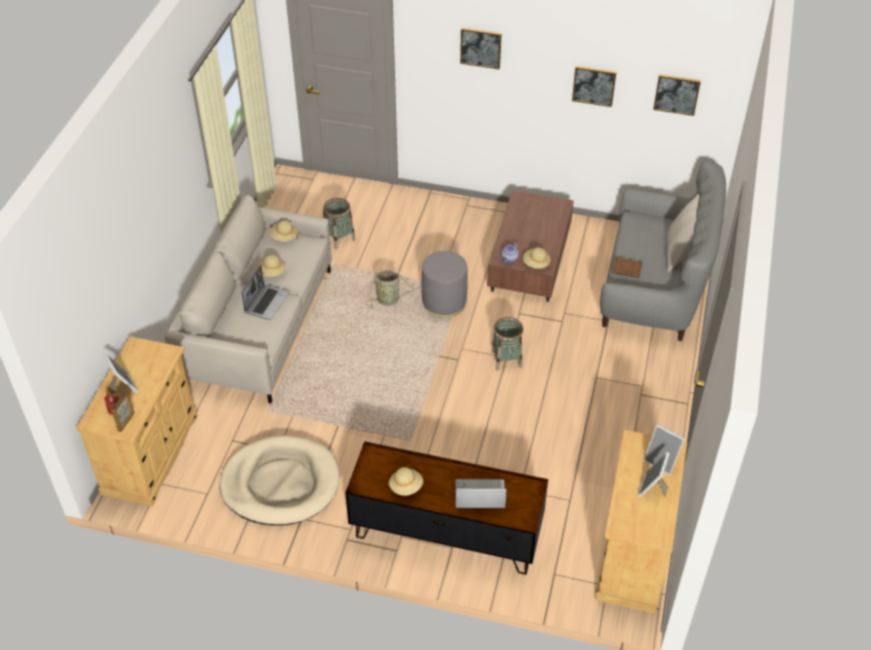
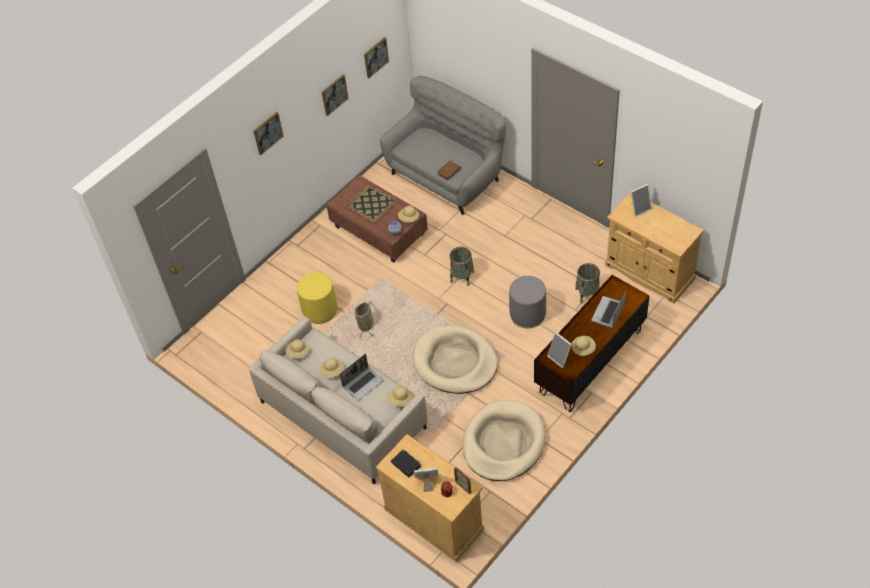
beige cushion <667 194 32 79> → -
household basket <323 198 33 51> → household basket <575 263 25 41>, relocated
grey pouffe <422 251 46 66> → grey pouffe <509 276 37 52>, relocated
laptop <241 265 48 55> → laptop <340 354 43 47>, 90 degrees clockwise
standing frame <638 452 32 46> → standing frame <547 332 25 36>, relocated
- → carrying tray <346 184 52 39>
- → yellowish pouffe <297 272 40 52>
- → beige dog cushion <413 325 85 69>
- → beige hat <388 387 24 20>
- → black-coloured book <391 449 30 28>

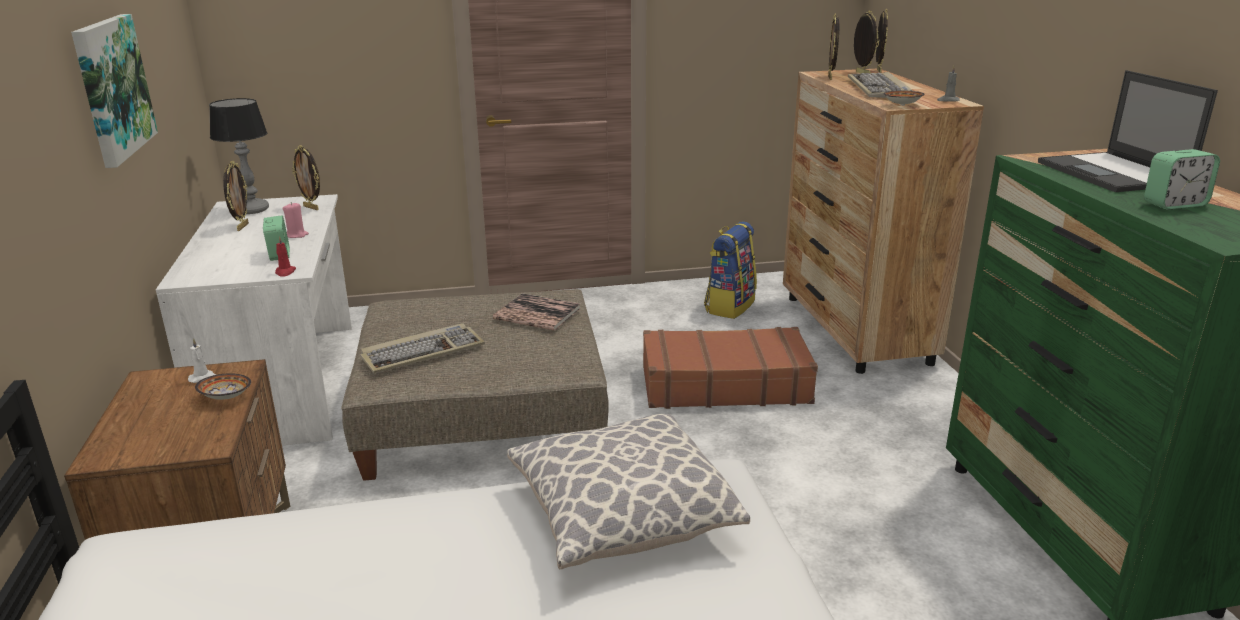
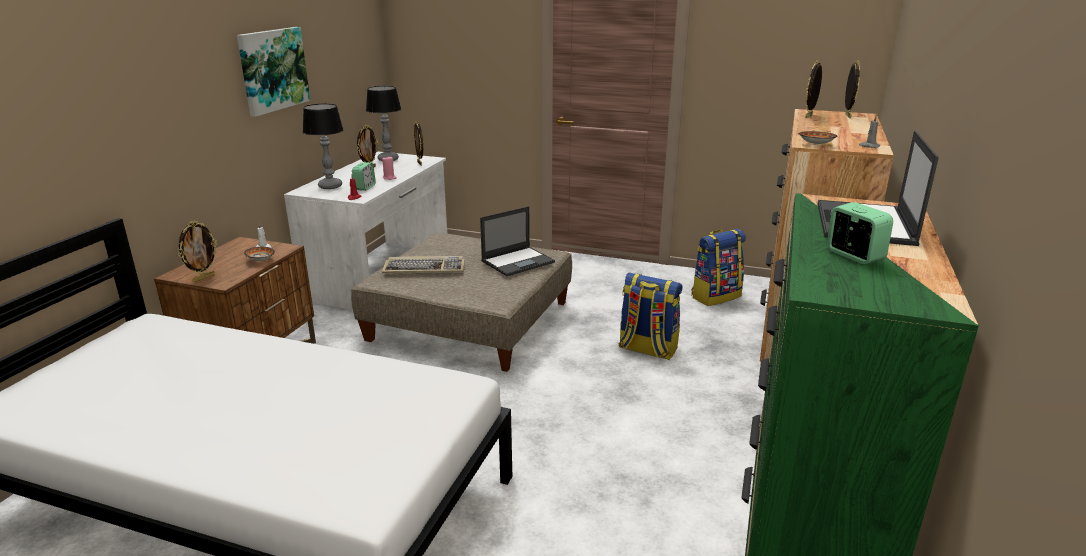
standing frame <876 9 12 64> → standing frame <178 221 40 61>, relocated
keyboard <848 72 65 26> → -
table clock <1144 149 76 60> → table clock <827 202 66 63>, 135 degrees counterclockwise
book <493 293 88 38> → laptop <480 206 75 70>
brownish suitcase <643 327 175 82> → rucksack <619 273 64 87>
cushion <507 414 243 156> → -
- → tabletop lamp <303 103 41 86>

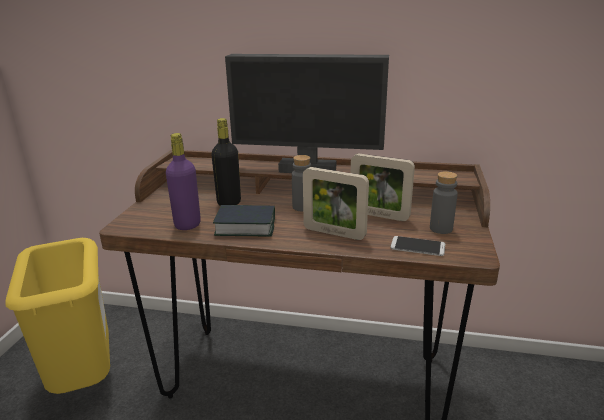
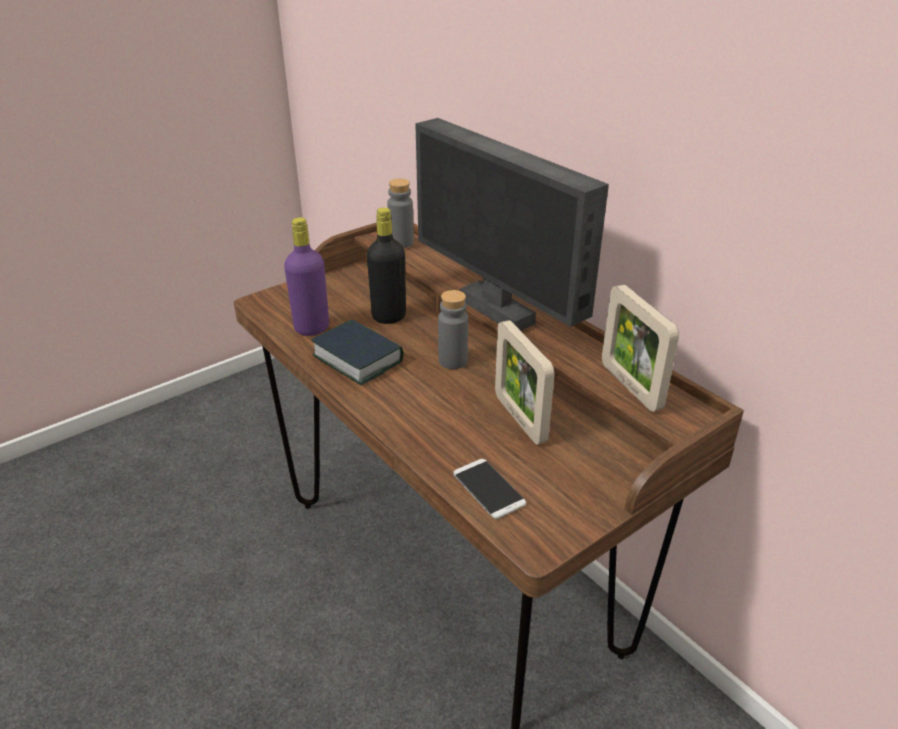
standing frame <303 167 66 73> → standing frame <602 285 77 127>, relocated
grey drink bottle <430 171 28 63> → grey drink bottle <387 179 27 69>, relocated
yellowish trash can <5 238 105 156> → -

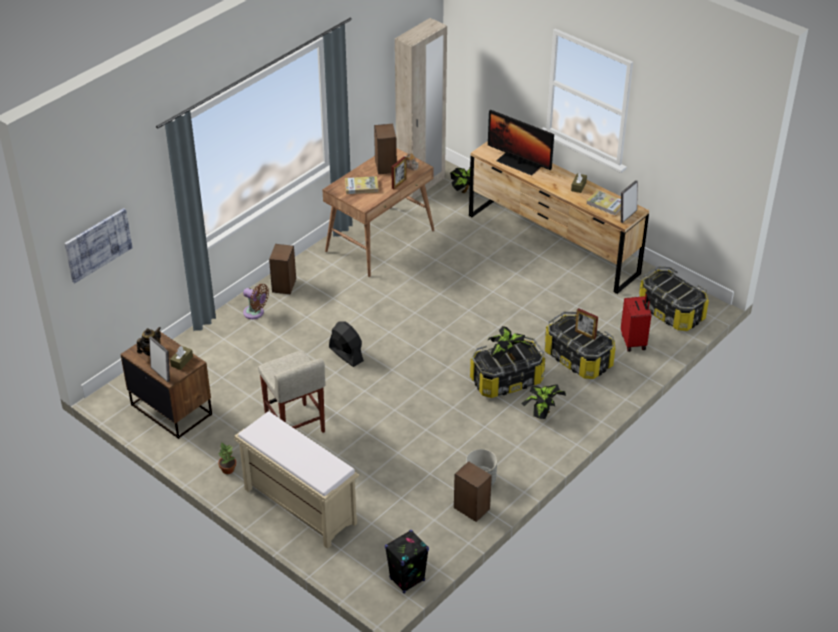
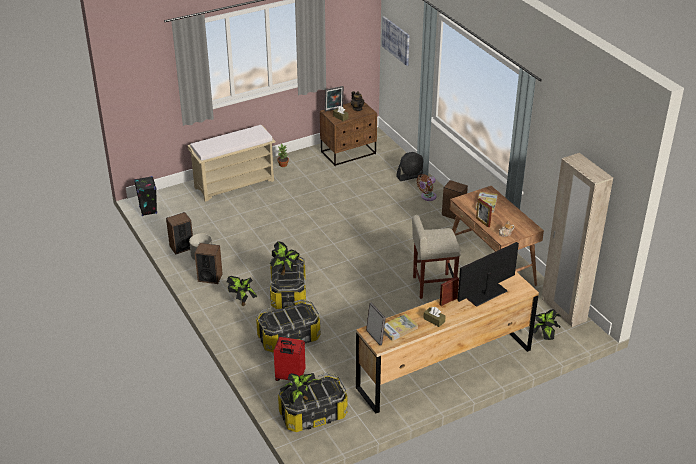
loudspeaker <374 124 23 50> → loudspeaker <195 243 28 41>, relocated
standing frame <575 308 23 32> → standing frame <439 277 20 29>, relocated
black-coloured fan <329 321 35 46> → black-coloured fan <396 152 27 29>, relocated
beige stool <258 351 67 82> → beige stool <412 215 49 84>, relocated
- → houseplant <279 373 43 32>

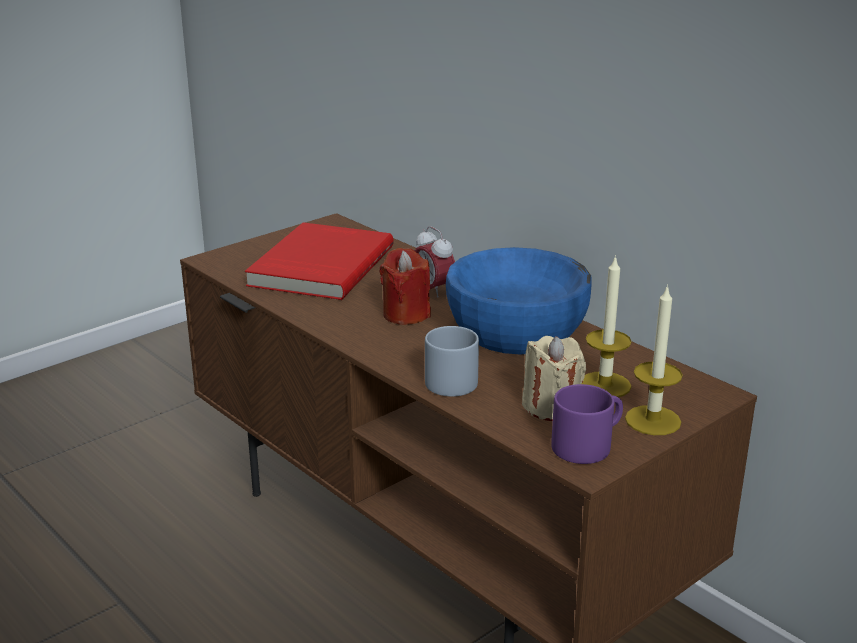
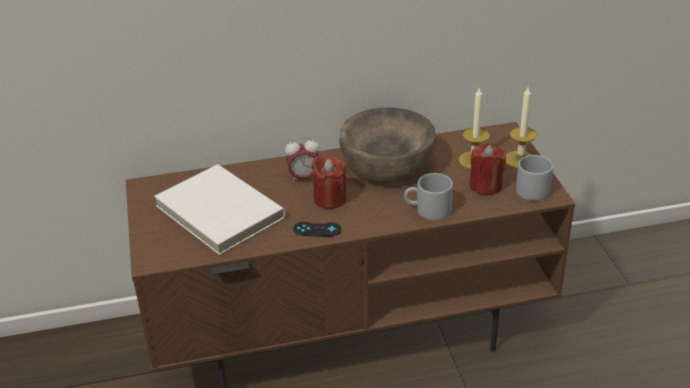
red book <245 222 149 78> → white-coloured book <154 164 131 91>
bluish bowl <446 247 146 107> → brownish bowl <339 108 97 78>
beige wax candle <522 336 64 85> → red wax candle <469 142 37 53>
purplish tea mug <551 384 72 80> → grey tea mug <516 155 37 46>
- → black-coloured joypad <293 222 48 15>

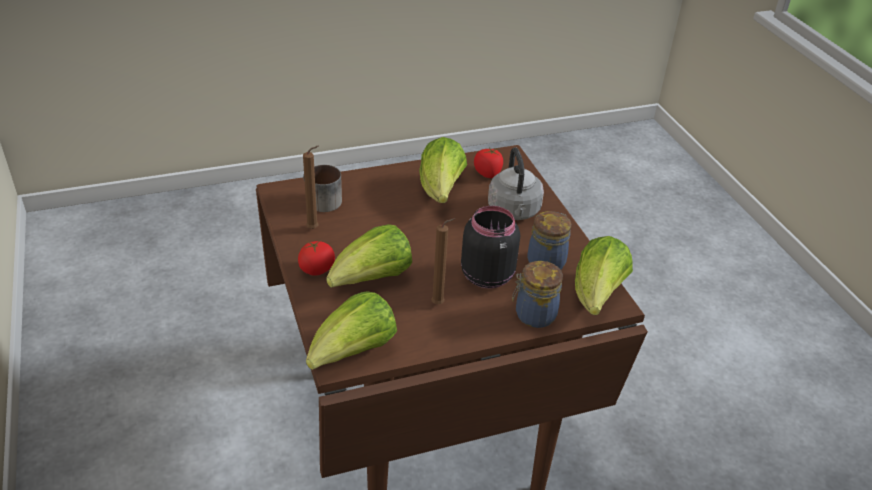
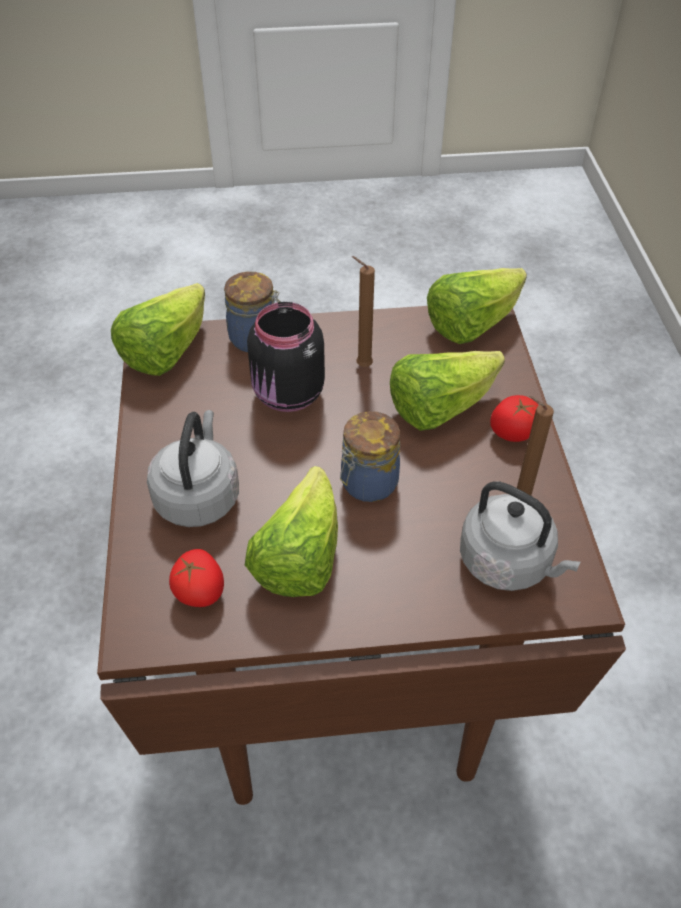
tea mug <303 165 39 47> → grey kettle <460 481 120 110>
storage jar <527 211 44 59> → storage jar <340 411 60 91>, relocated

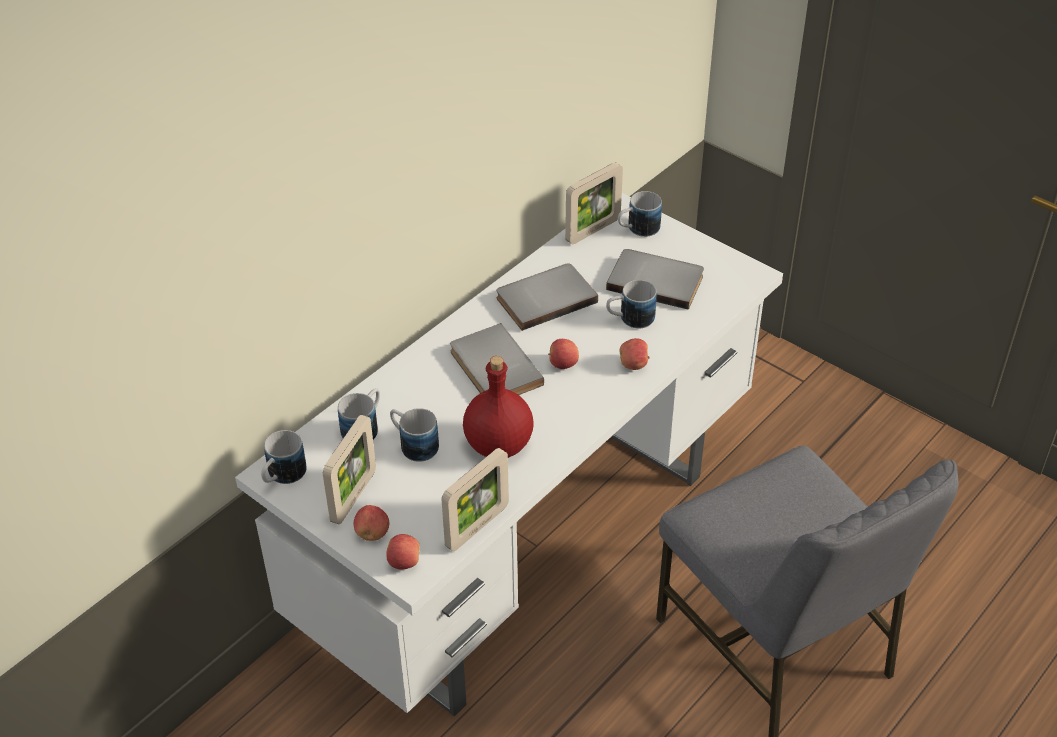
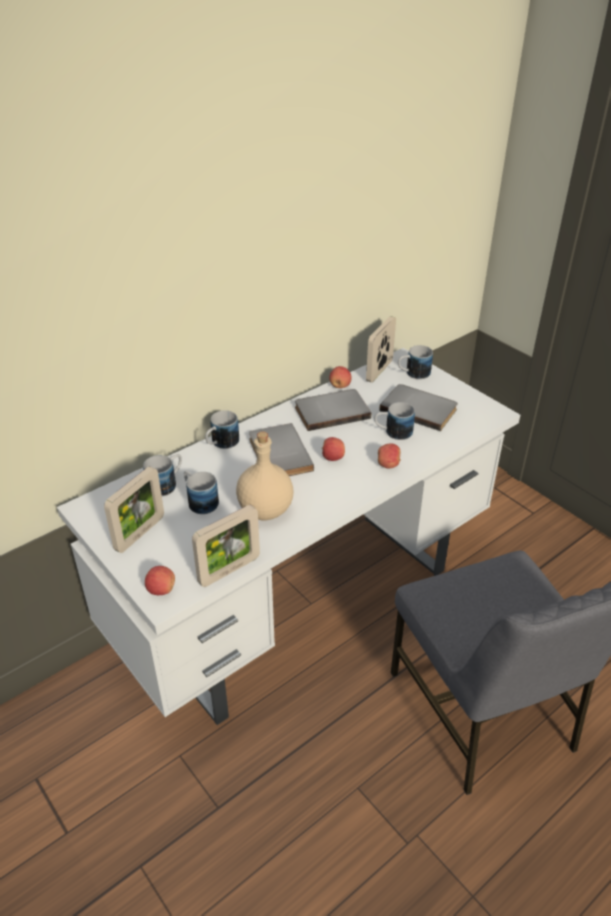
standing frame <565 162 58 82> → standing frame <366 316 30 67>, 150 degrees clockwise
red drink bottle <463 356 71 102> → beige drink bottle <236 431 58 89>
tea mug <261 430 46 54> → tea mug <205 410 34 39>, relocated
whole apple <354 505 35 36> → whole apple <329 366 23 22>, relocated

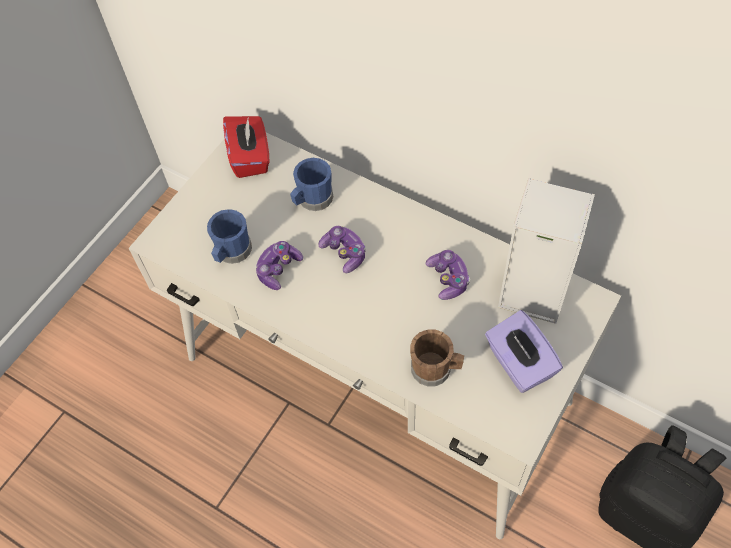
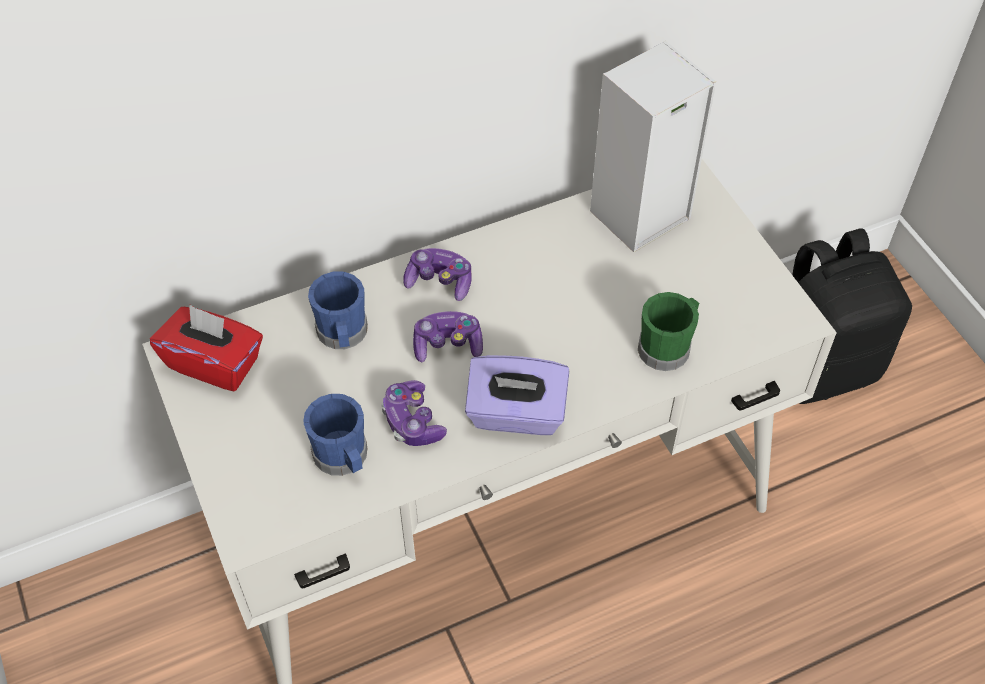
joypad <426 250 44 50> → joypad <403 248 69 53>, relocated
purplish tissue box <485 310 78 83> → purplish tissue box <465 355 104 80>, relocated
brownish tea mug <410 329 54 58> → green tea mug <638 292 61 79>

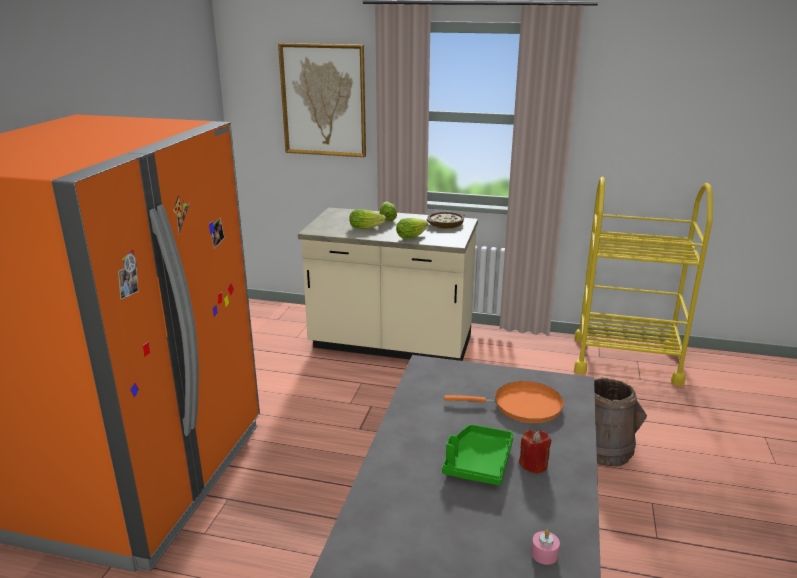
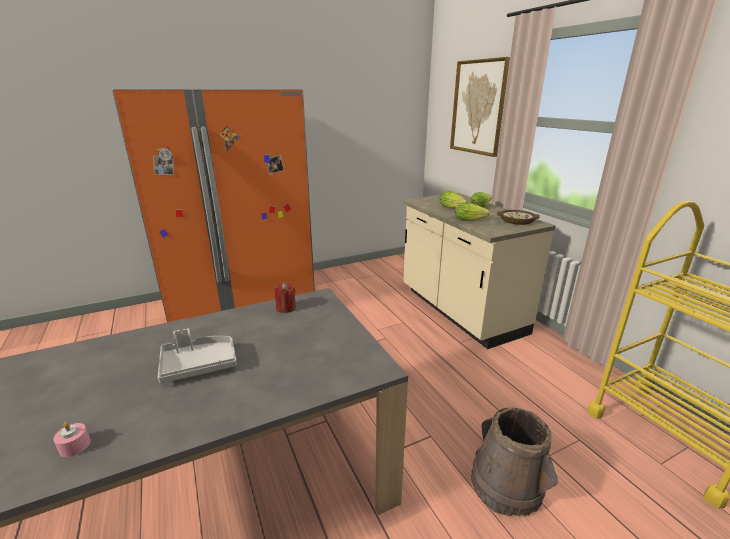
orange-coloured frying pan <444 381 120 42> → -
green carrying tray <442 424 72 61> → grey carrying tray <158 329 79 54>
red wax candle <519 430 32 44> → red wax candle <275 282 21 31>, relocated

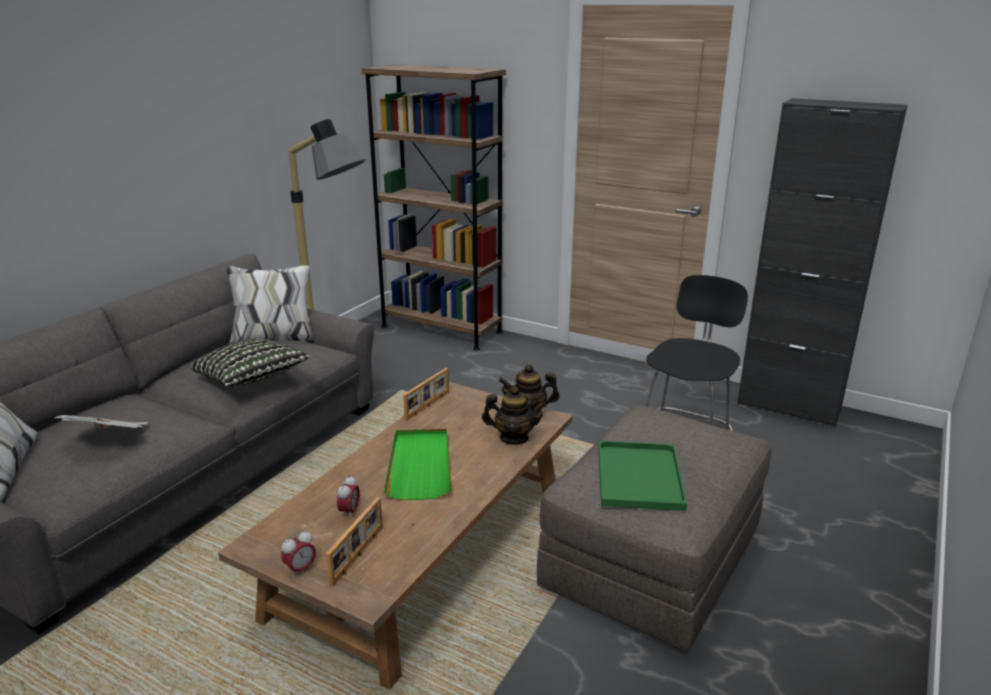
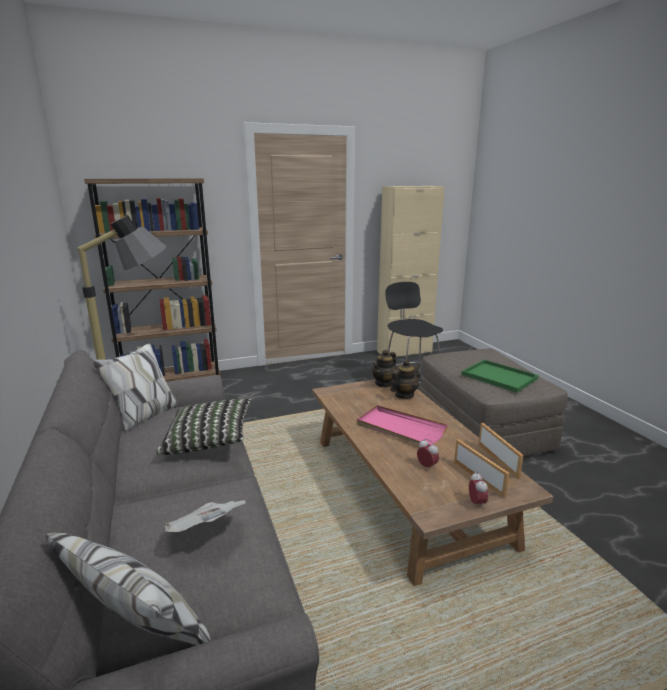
black-coloured cabinet <737 98 170 329> → beige cabinet <377 186 68 171>
standing frame <403 368 46 53> → standing frame <478 423 46 56>, relocated
green carrying tray <384 429 68 71> → pink-coloured carrying tray <357 405 91 40>

